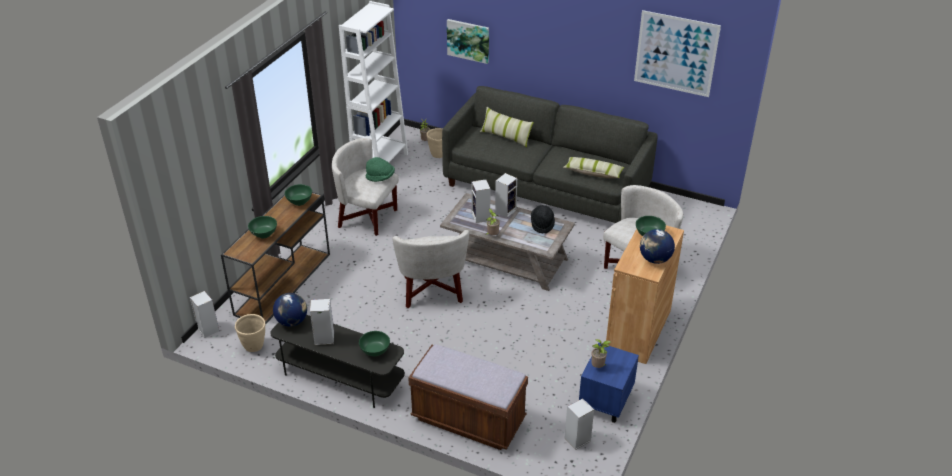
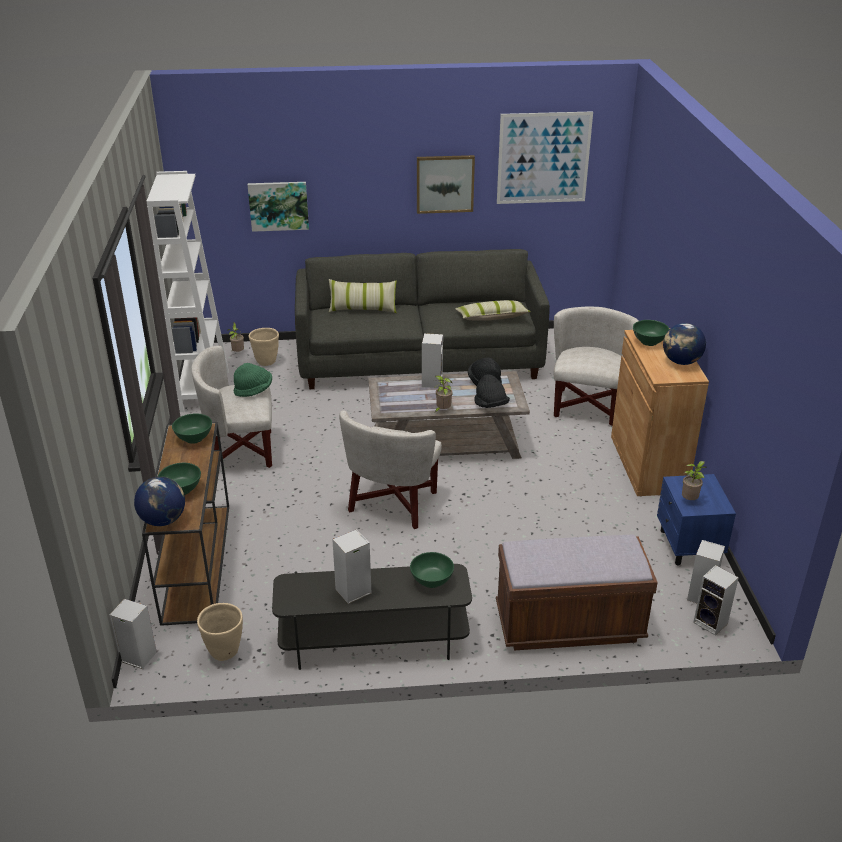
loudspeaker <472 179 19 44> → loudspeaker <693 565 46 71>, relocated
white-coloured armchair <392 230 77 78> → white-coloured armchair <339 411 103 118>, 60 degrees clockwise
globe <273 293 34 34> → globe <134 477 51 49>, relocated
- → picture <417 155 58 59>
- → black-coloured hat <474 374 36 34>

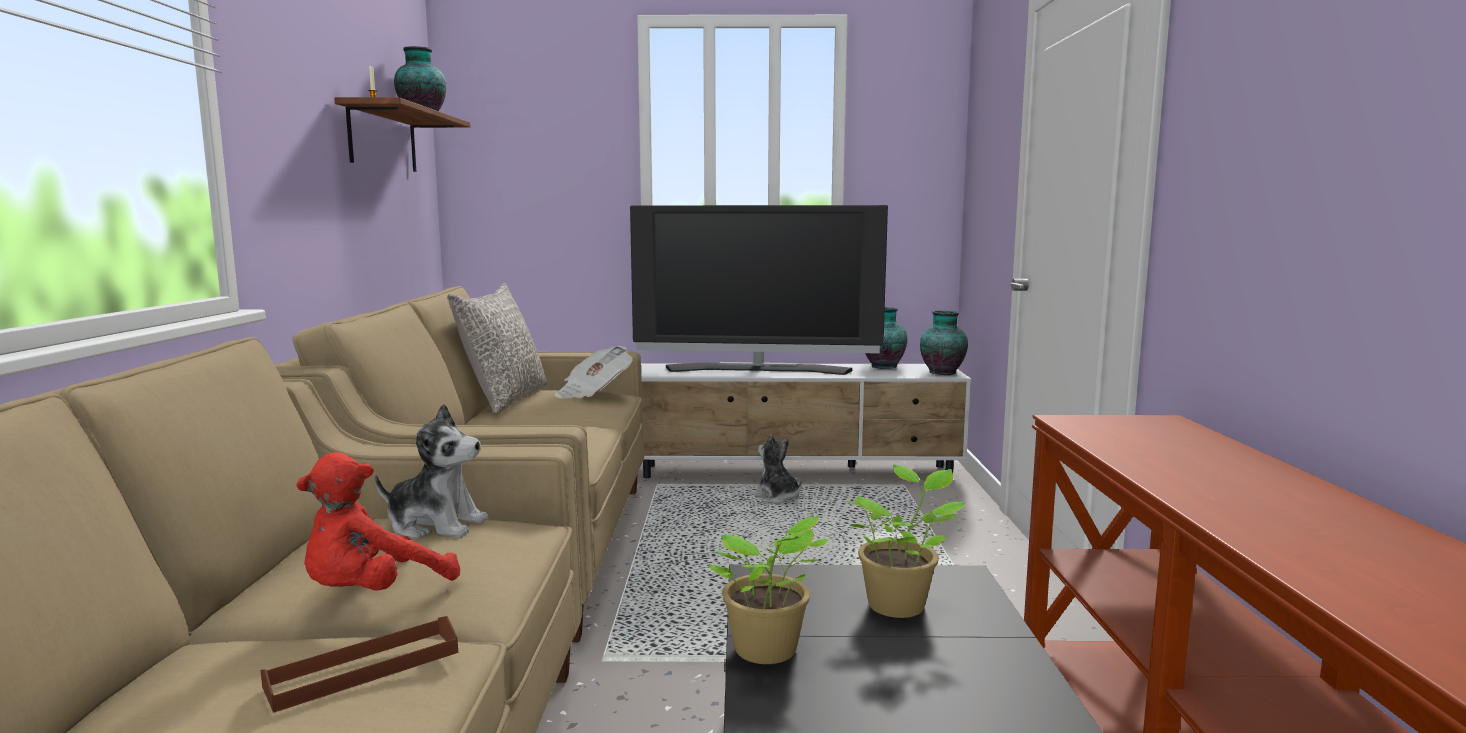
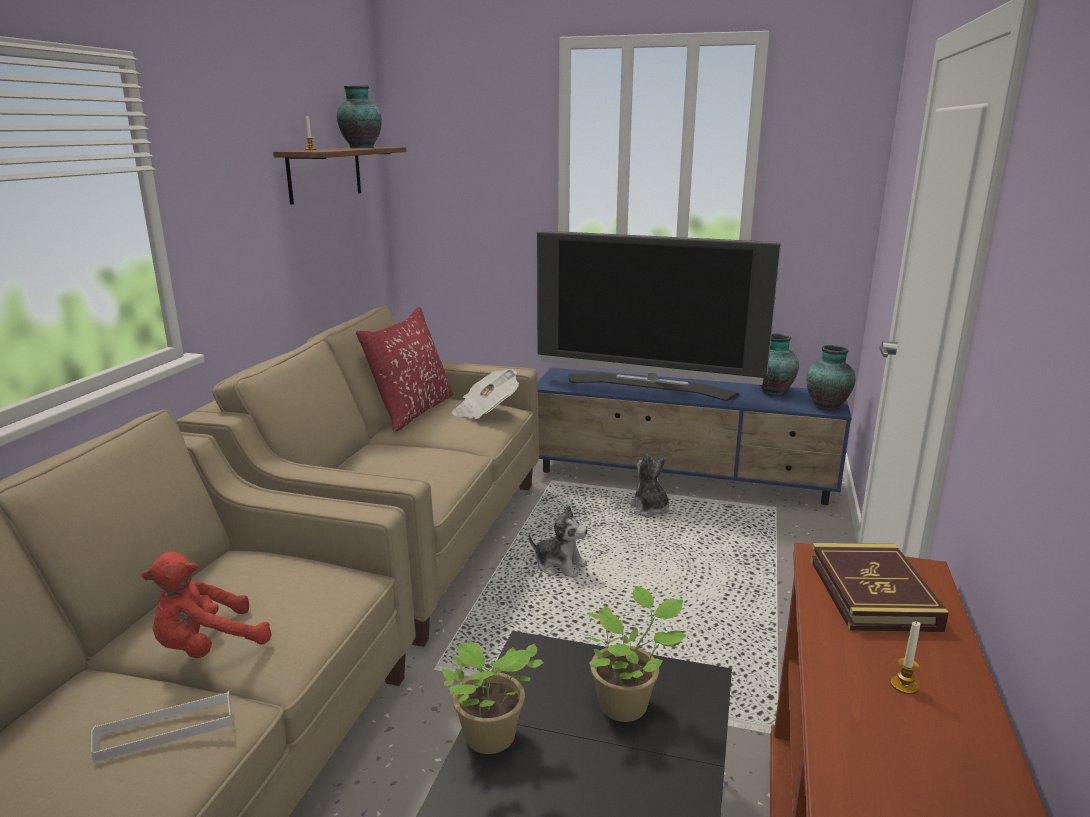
grey cushion <447 283 100 130> → red cushion <356 307 98 124>
white-coloured media console <641 363 330 115> → bluish media console <538 368 314 137>
plush toy <375 404 113 134> → plush toy <529 505 59 73>, relocated
brownish carrying tray <260 616 198 97> → white-coloured carrying tray <91 691 141 72>
- → book <810 543 139 89>
- → wax candle <890 621 30 73>

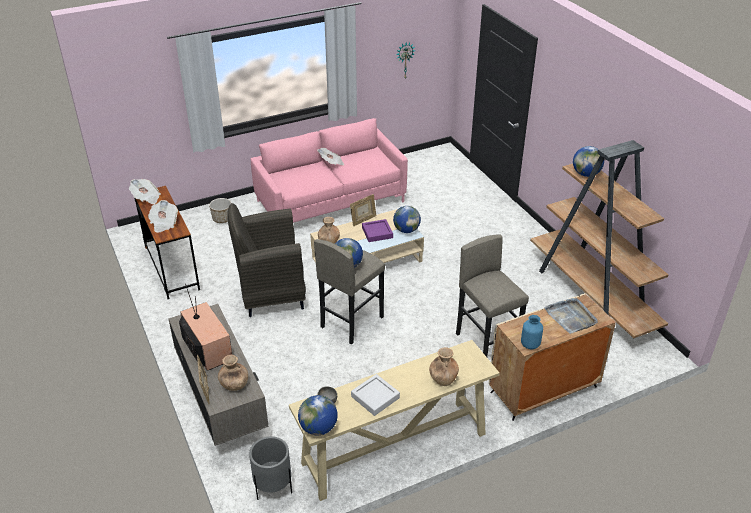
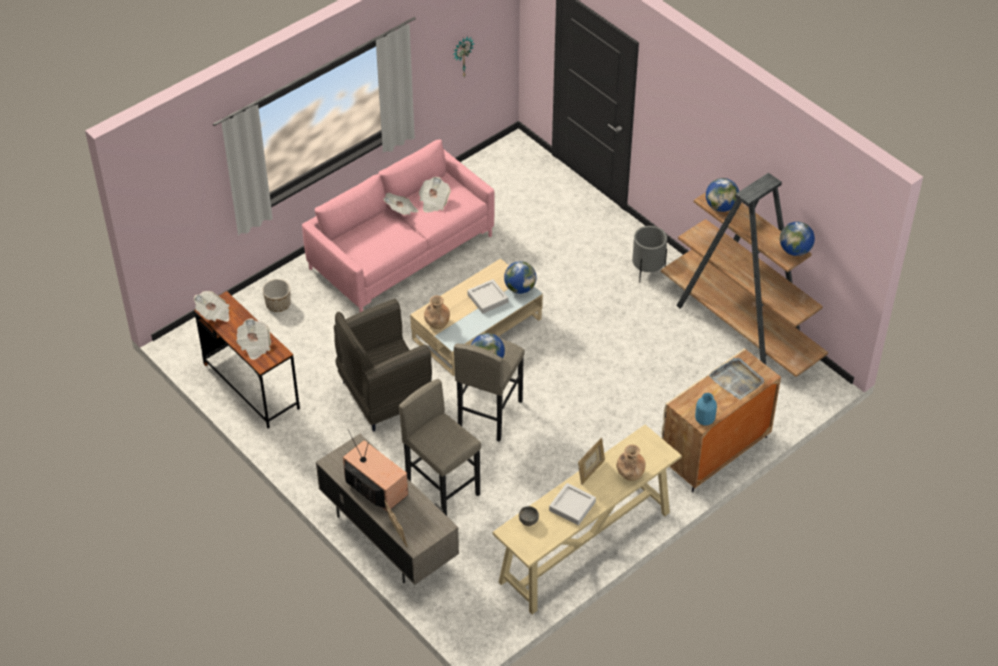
standing frame <350 194 27 32> → standing frame <578 438 27 47>, relocated
purplish carrying tray <362 219 31 23> → grey carrying tray <467 279 41 35>
grey stool <456 234 73 123> → grey stool <399 379 82 137>, relocated
brownish flower vase <218 355 30 36> → -
globe <298 395 40 40> → globe <780 222 35 34>, relocated
grey planter <249 436 43 64> → grey planter <632 226 35 57>, relocated
- → printed paper <419 177 32 36>

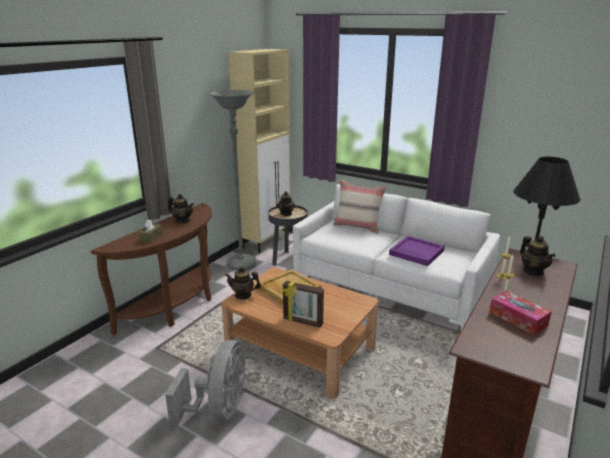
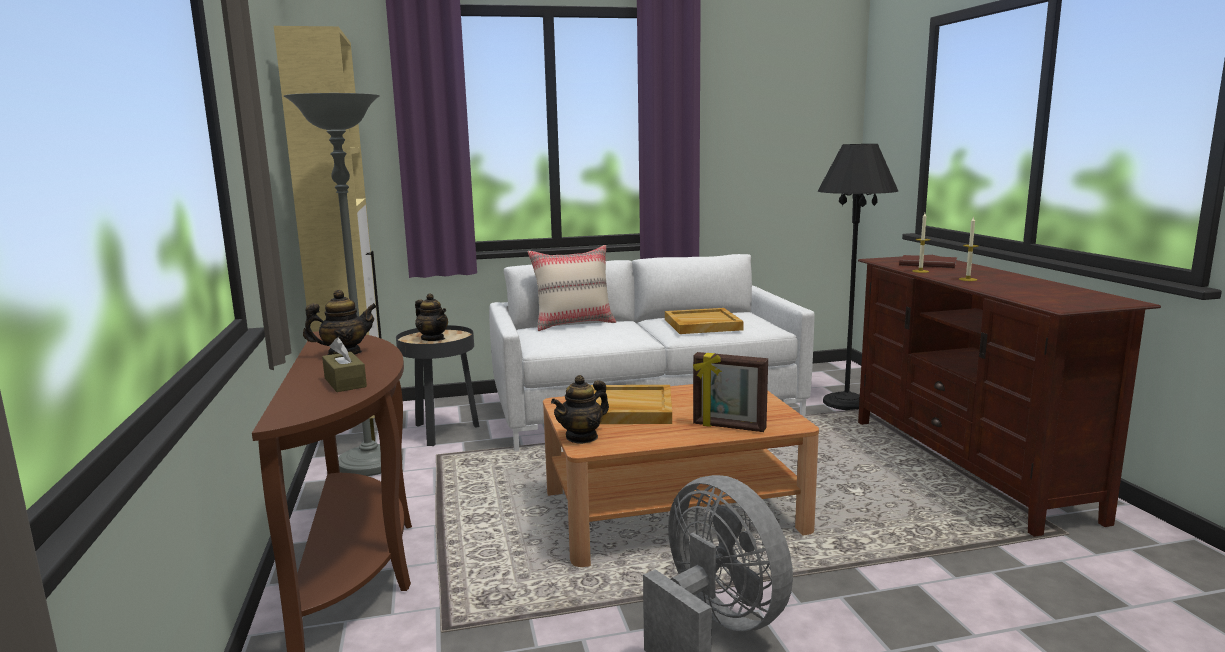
purplish carrying tray <389 236 56 30> → beige carrying tray <665 308 79 26>
teapot <520 236 36 40> → brownish book <899 255 58 13>
standing frame <282 281 42 47> → standing frame <693 352 75 80>, 45 degrees clockwise
tissue box <489 291 63 44> → -

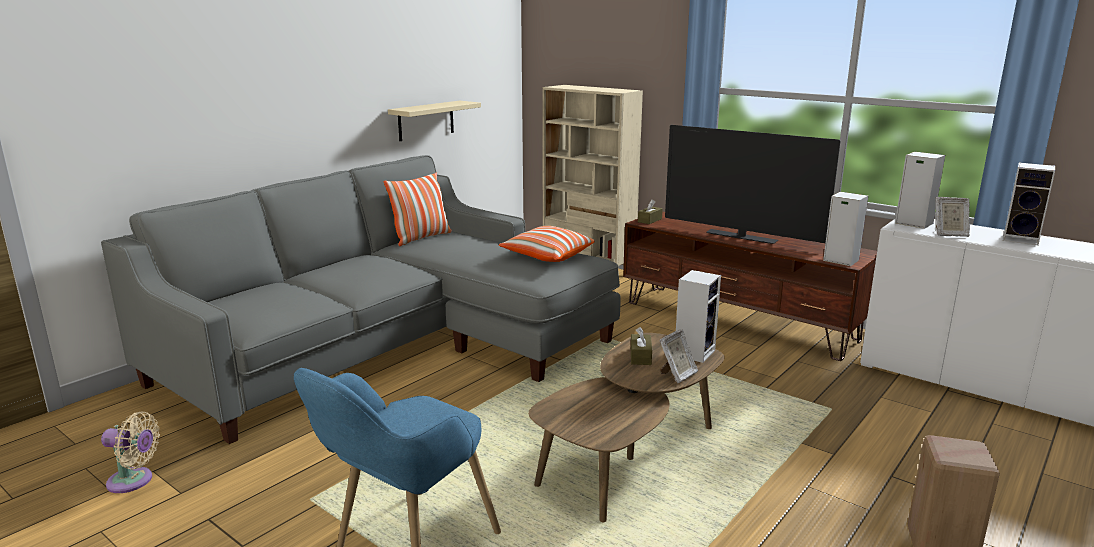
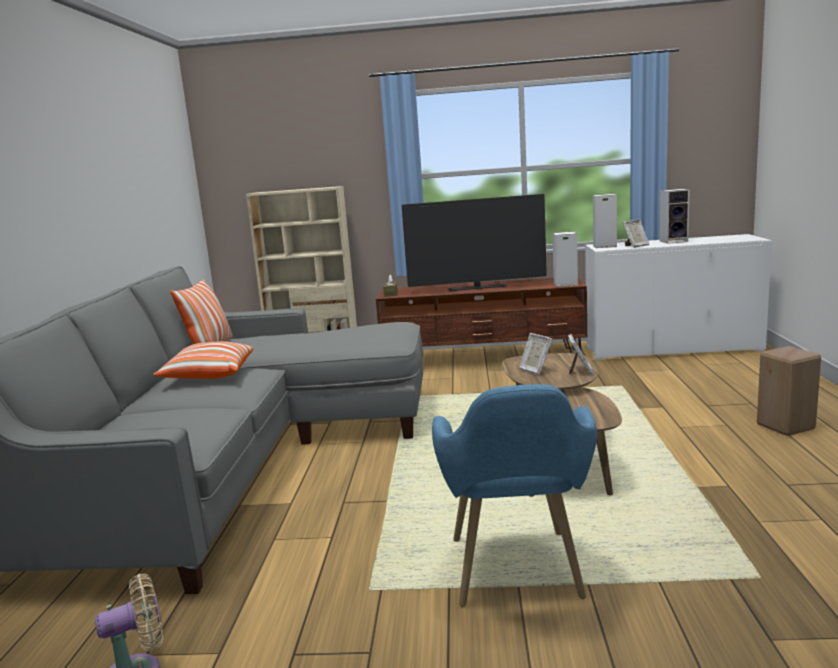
beige shelf <388 101 93 40> → -
cushion <499 226 96 36> → cushion <153 341 101 38>, relocated
loudspeaker <676 270 45 93> → -
brownish tissue box <631 327 21 38> → standing frame <519 333 33 42>

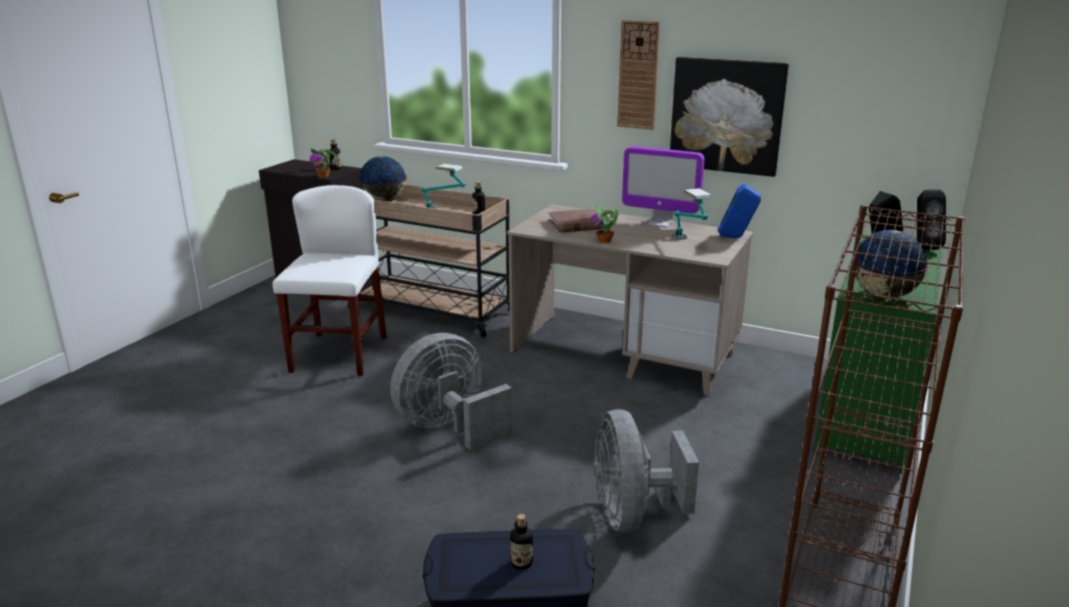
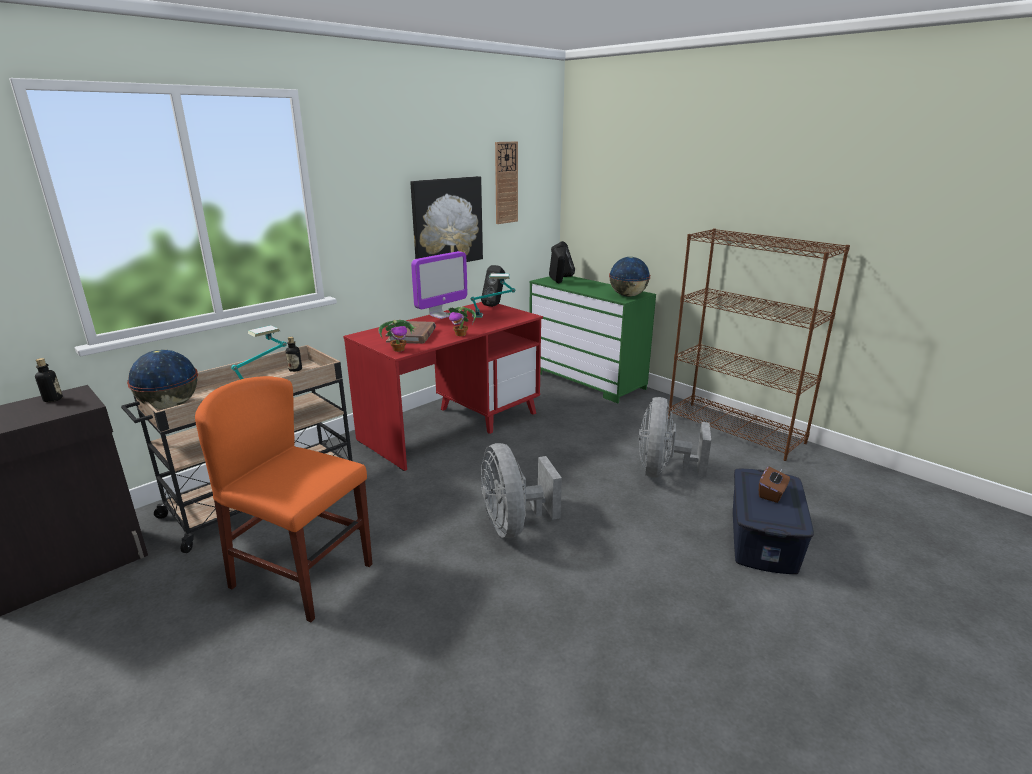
wall clock <617 20 43 110> → wall clock <495 141 23 83>, relocated
houseplant <310 148 26 30> → houseplant <379 320 36 32>, relocated
bluish loudspeaker <718 184 43 54> → black-coloured loudspeaker <481 265 24 42>
white-coloured chair <272 185 115 191> → orange-coloured chair <195 376 177 246>
beige desk unit <507 204 246 192> → red desk unit <343 302 200 169>
grey fan <594 409 105 123> → grey fan <639 397 72 81>, 90 degrees clockwise
drink bottle <510 514 23 56> → brownish tissue box <759 467 31 36>

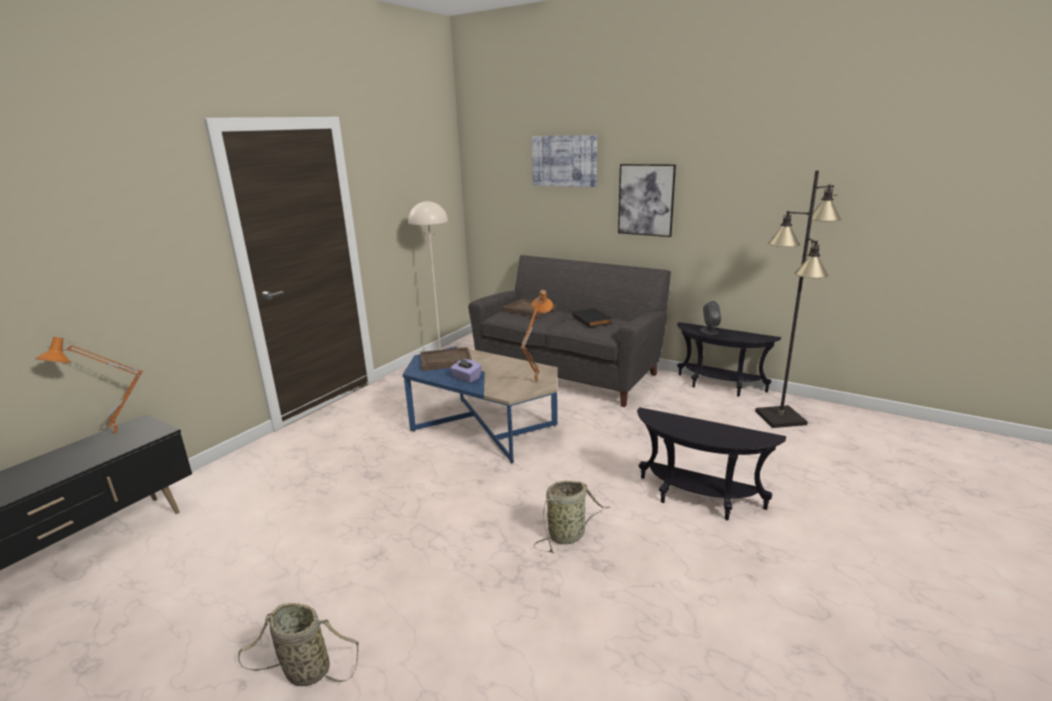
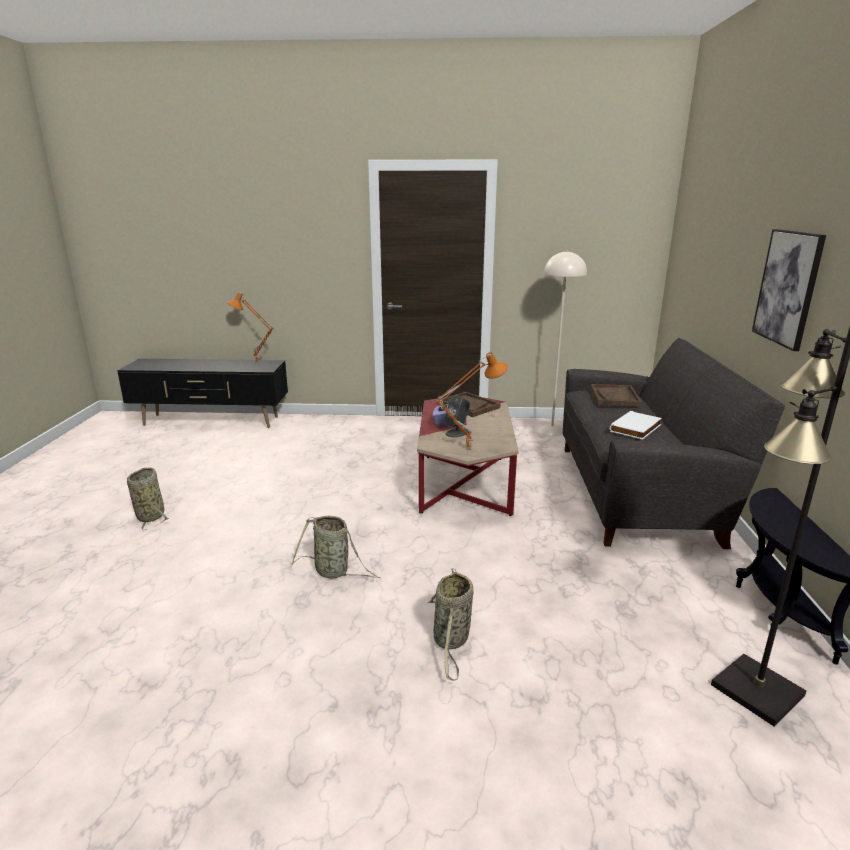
picture <532 135 65 52> → -
grey loudspeaker <701 301 20 34> → grey loudspeaker <445 395 25 43>, relocated
black-coloured book <572 308 40 19> → white-coloured book <610 411 52 29>
bluish low table <402 346 156 117> → red low table <417 397 102 119>
black-coloured accent table <637 407 149 113> → household basket <428 568 46 113>

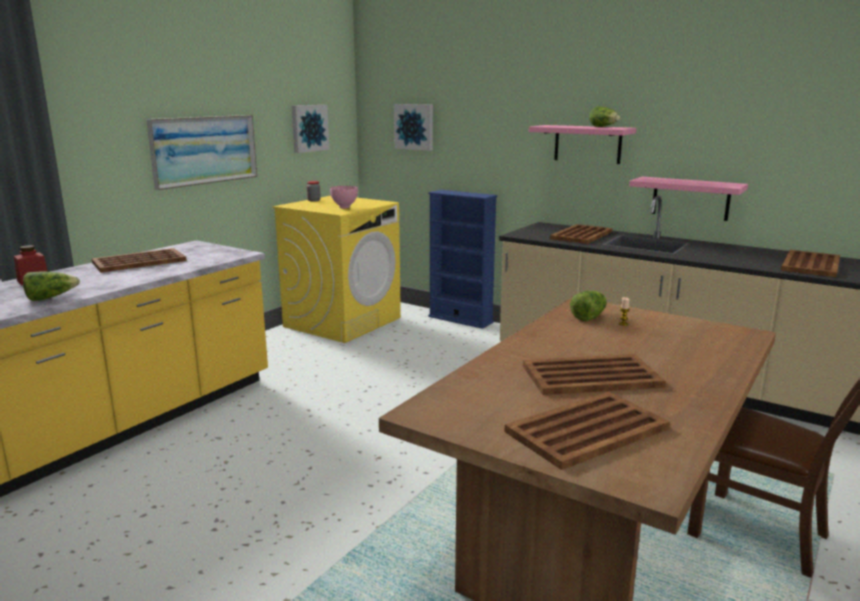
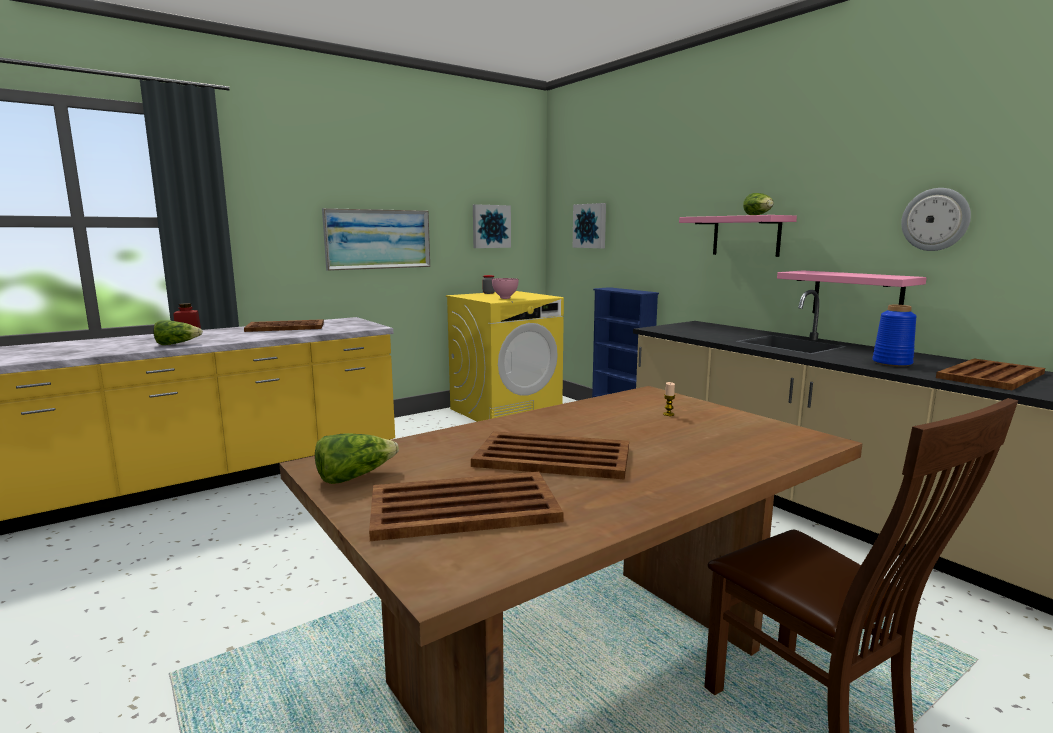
brownish carrying tray <550 224 62 20> → -
head of lettuce <570 291 37 30> → head of lettuce <315 433 84 51>, relocated
- → wall clock <901 188 70 63>
- → bluish flower vase <872 305 45 62>

